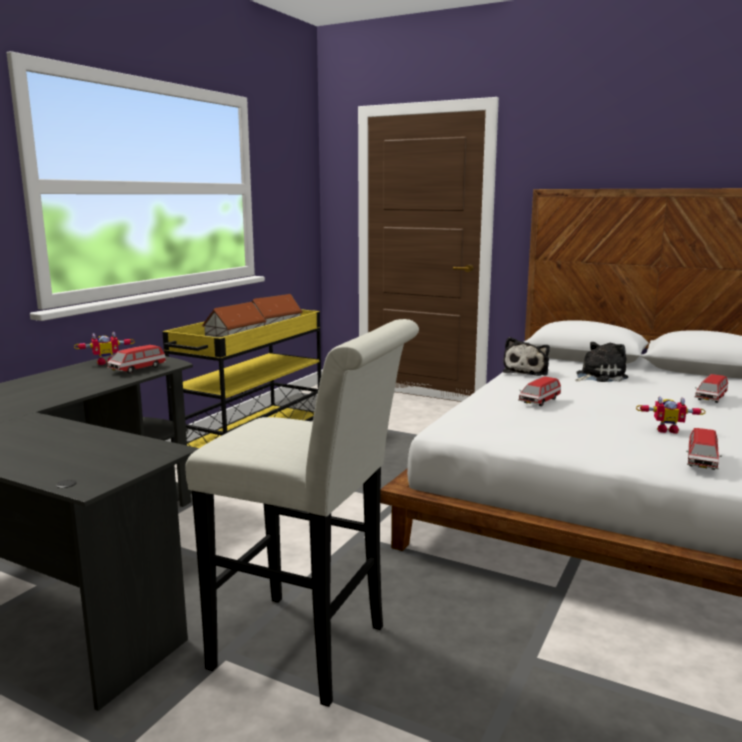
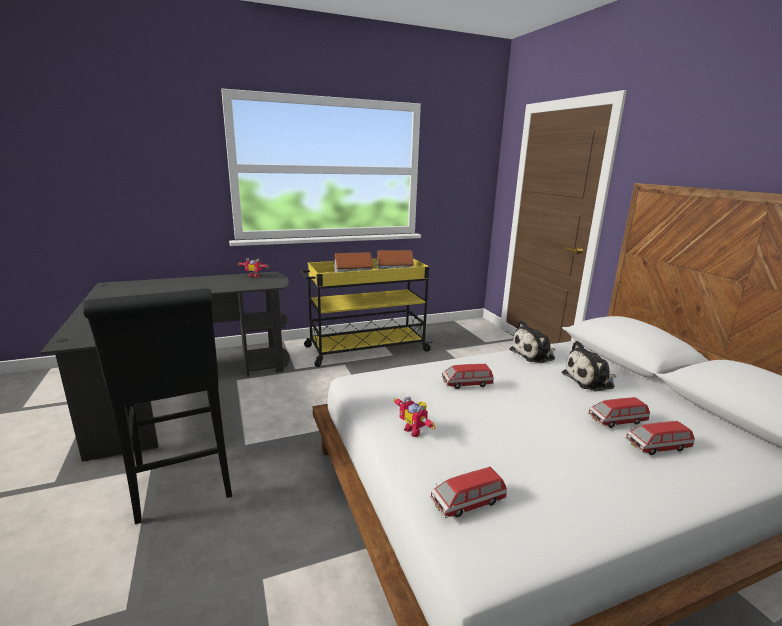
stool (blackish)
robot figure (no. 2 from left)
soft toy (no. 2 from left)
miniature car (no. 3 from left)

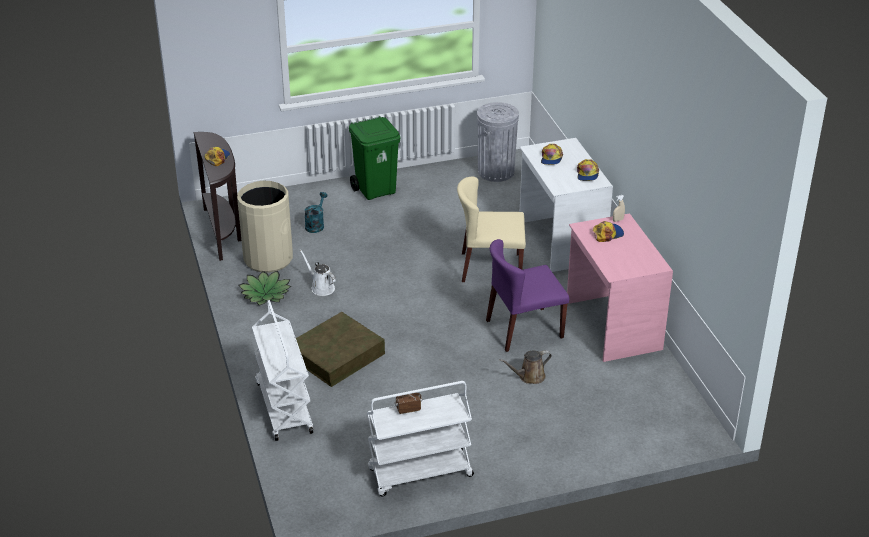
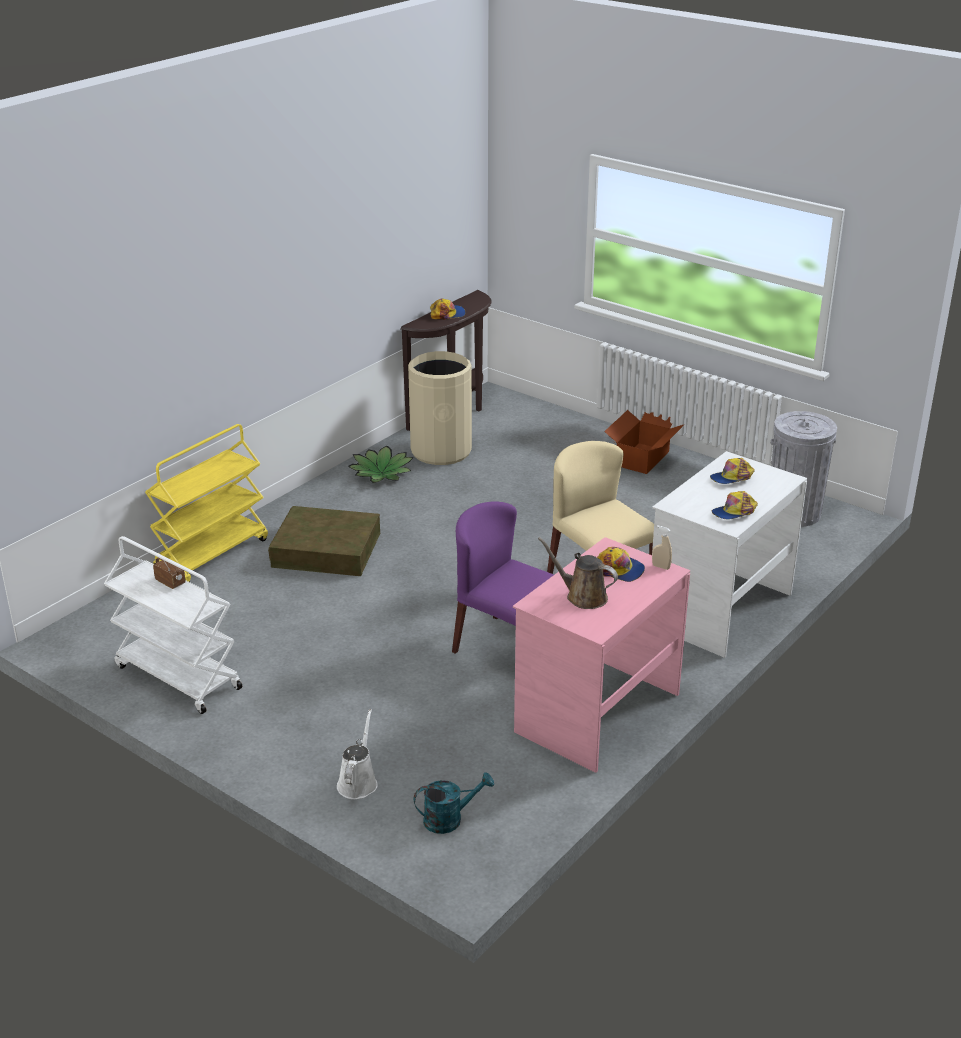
trolley (yellow)
sprinkling can (whitish)
sprinkling can (turquoise-coloured)
sprinkling can (brown)
packing box

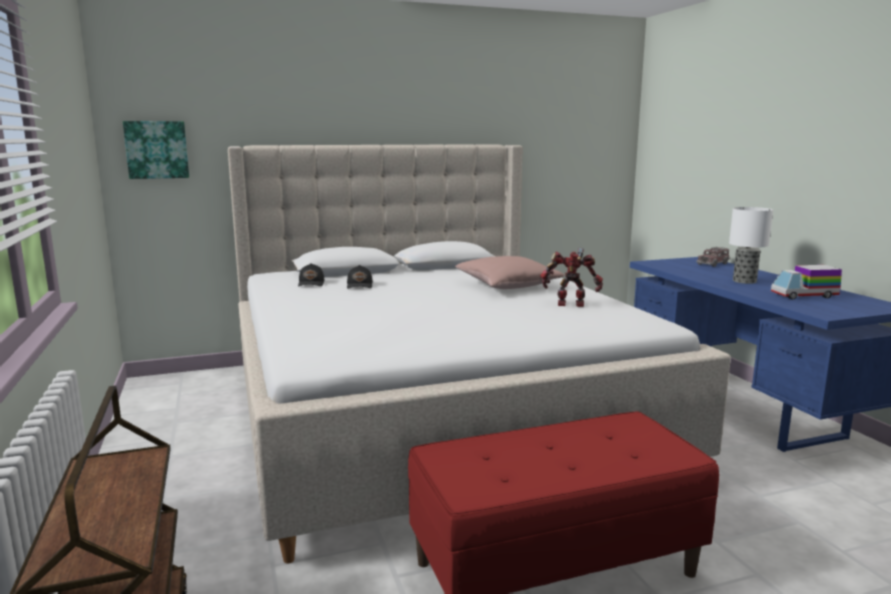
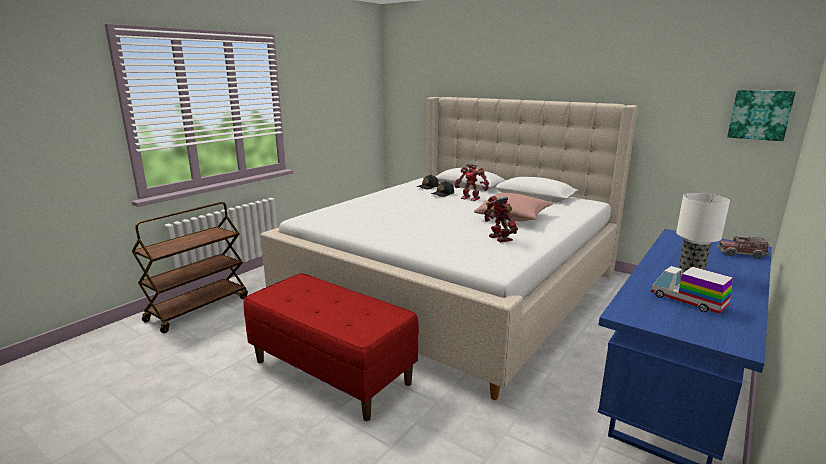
robot figure (no. 1 from left)
wall picture

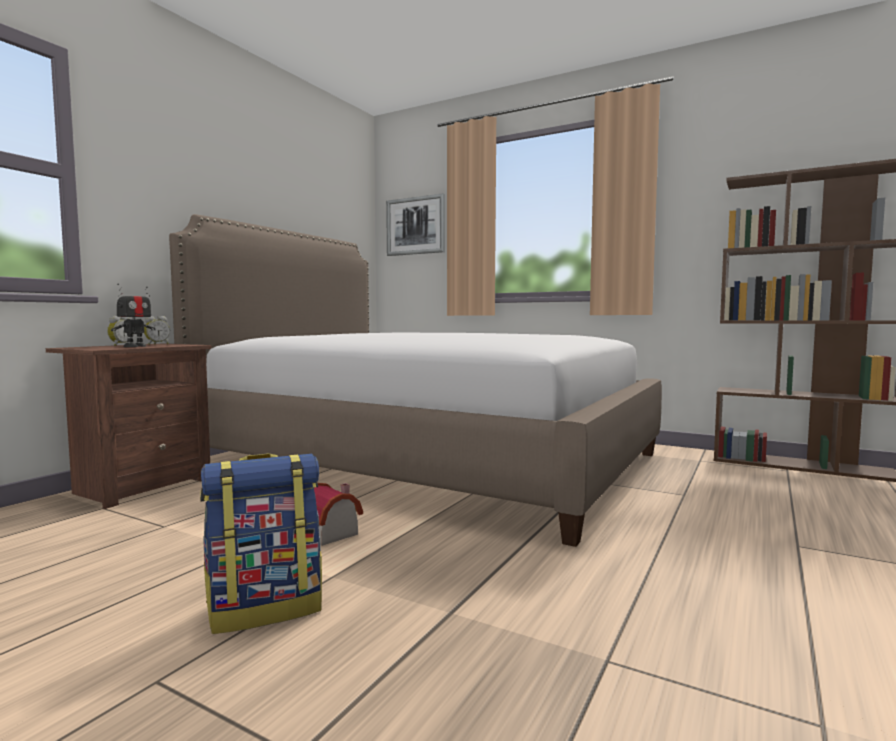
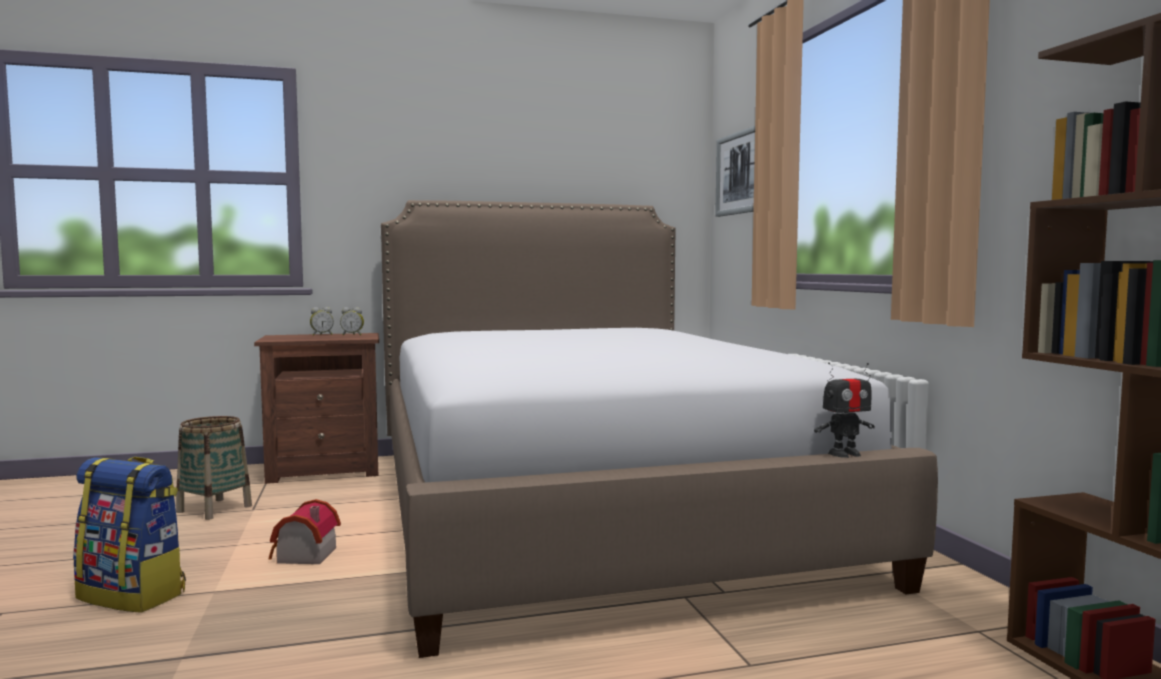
basket
robot figure

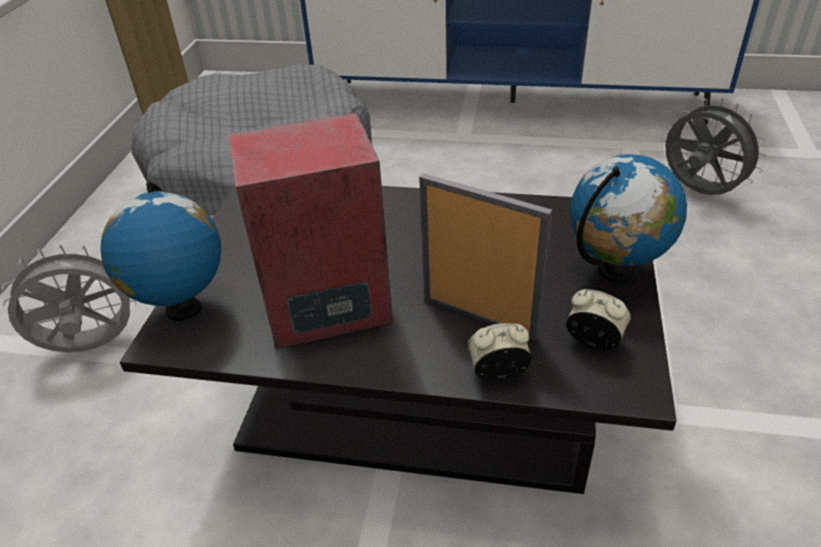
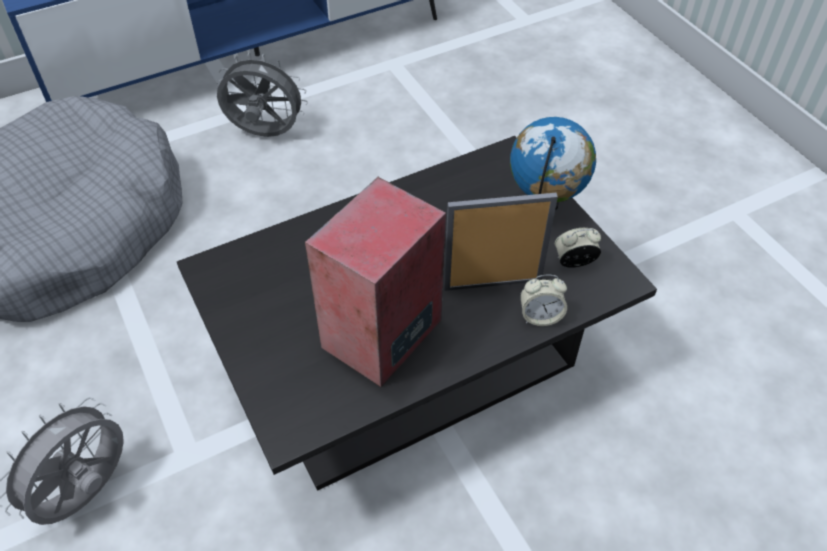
electric fan (greyish) (no. 2 from left)
table clock (no. 1 from left)
globe (no. 1 from left in the first image)

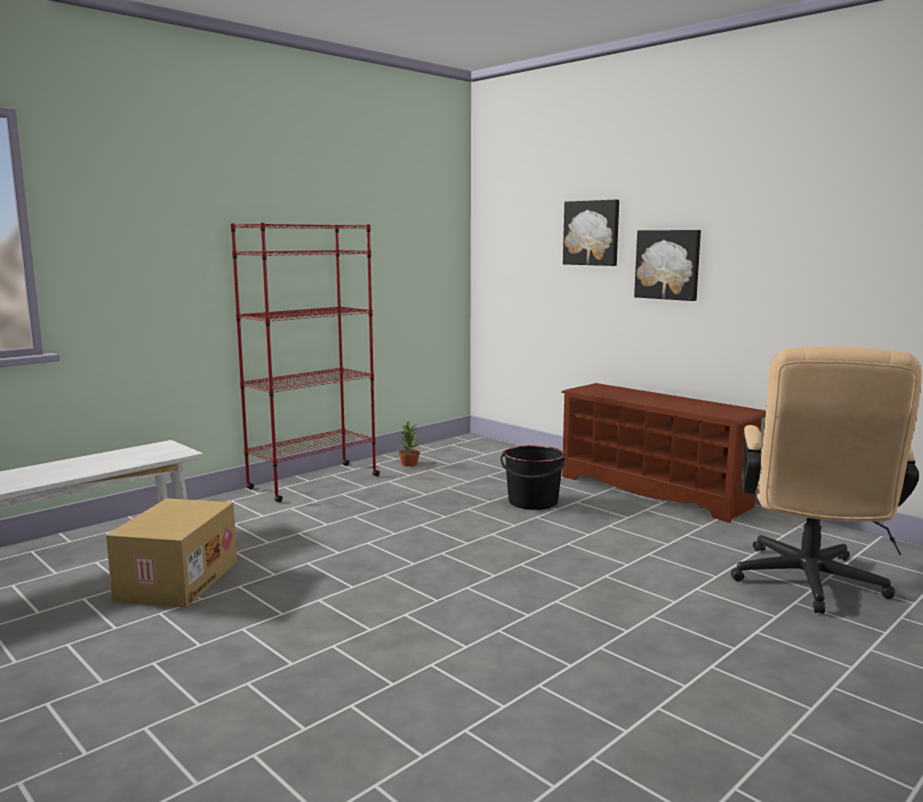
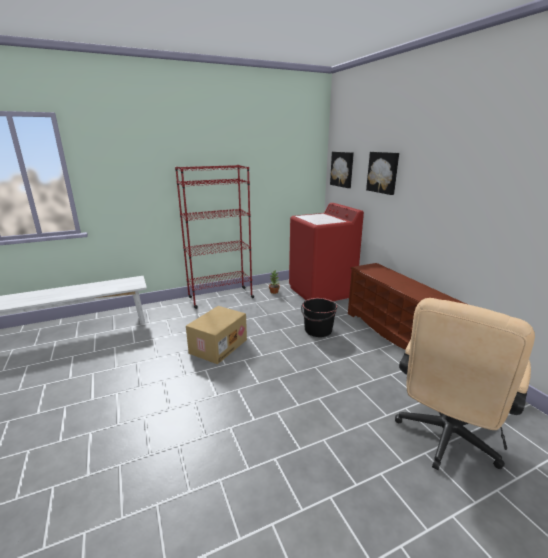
packing box
laundry appliance (reddish)
wall picture (no. 1 from left)

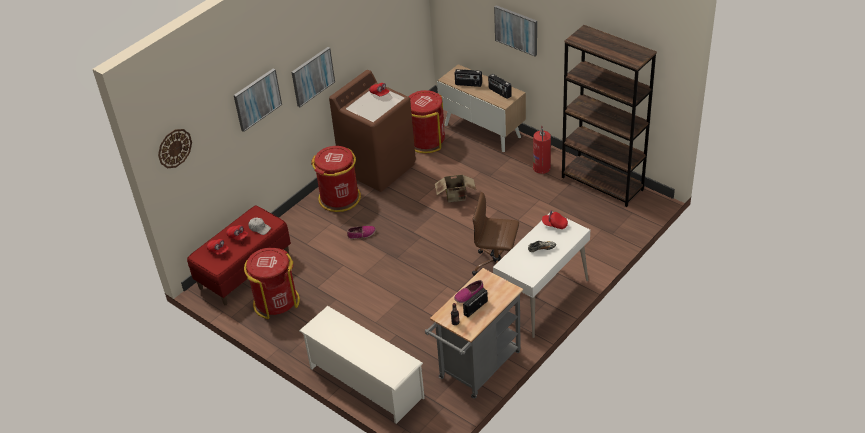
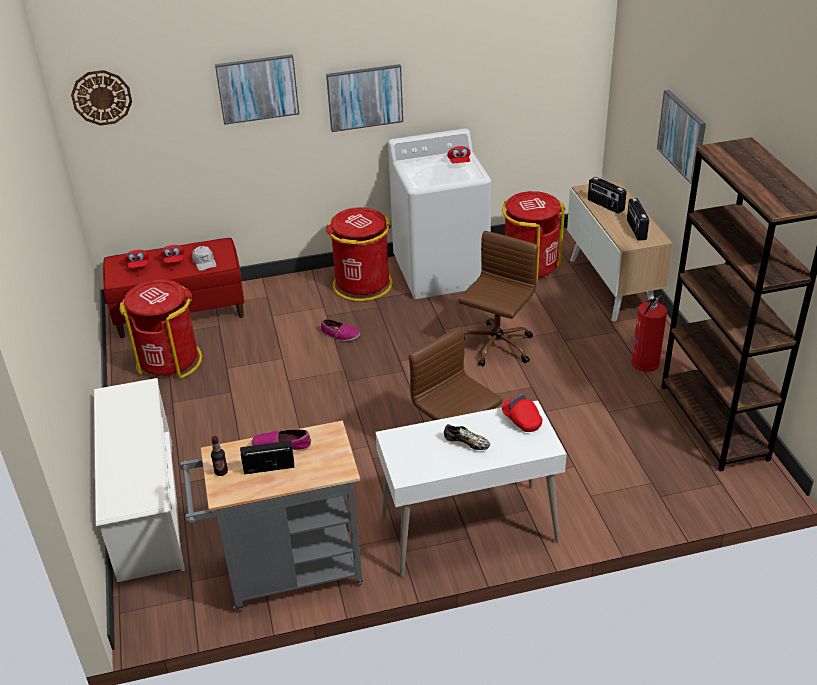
laundry appliance (whitish)
computer chair (brown) (no. 2 from left)

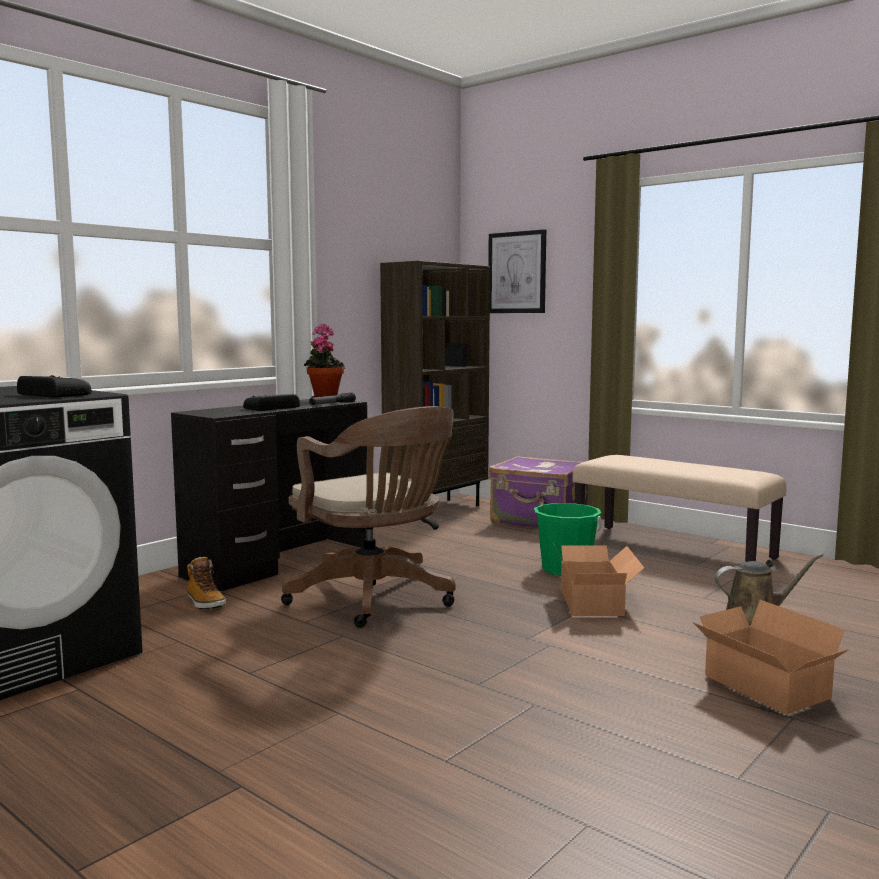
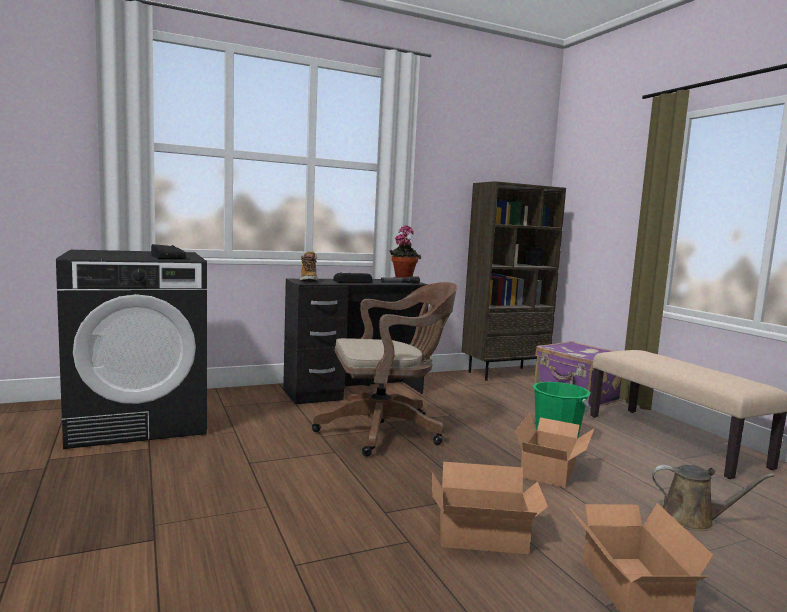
high-top boot
computer chair (brown)
packing box (no. 1 from left)
wall picture

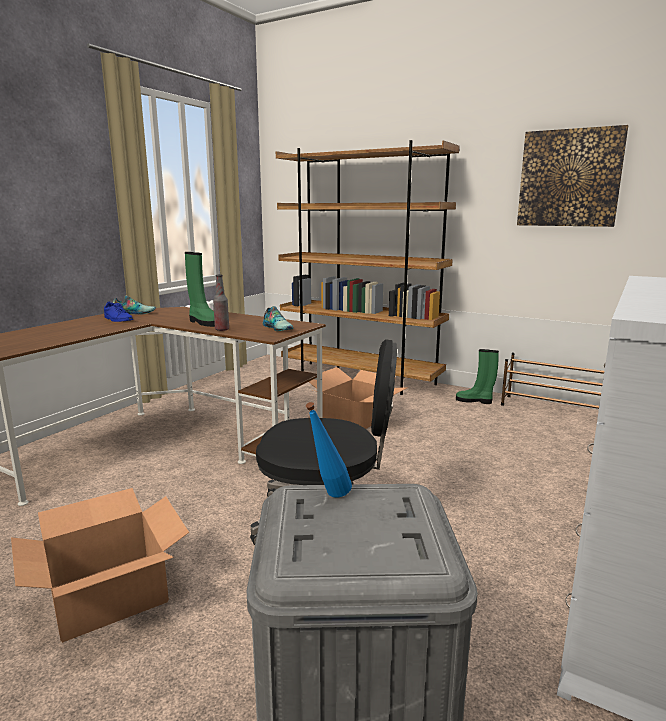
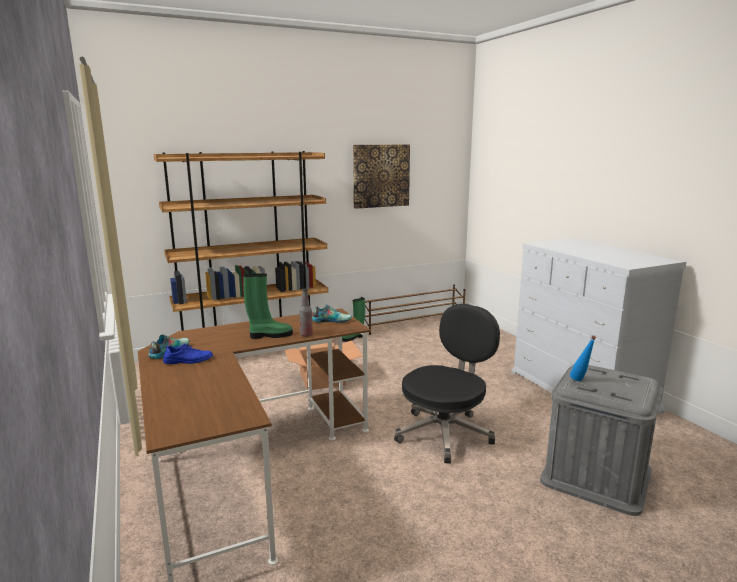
packing box (no. 1 from left in the first image)

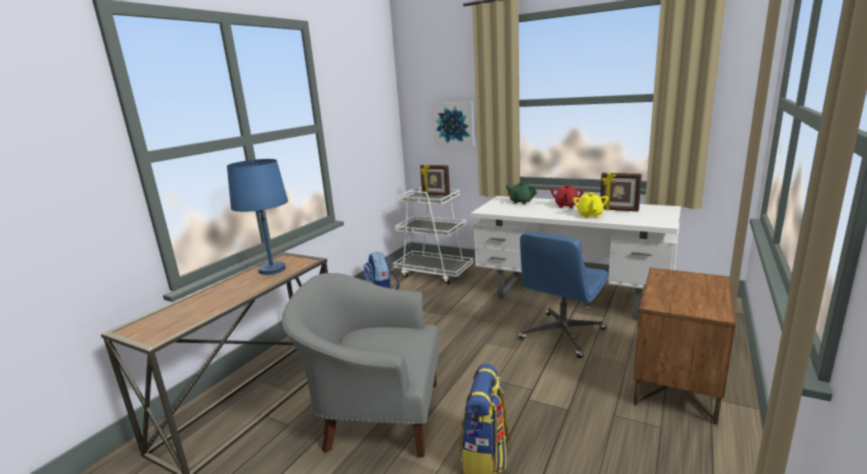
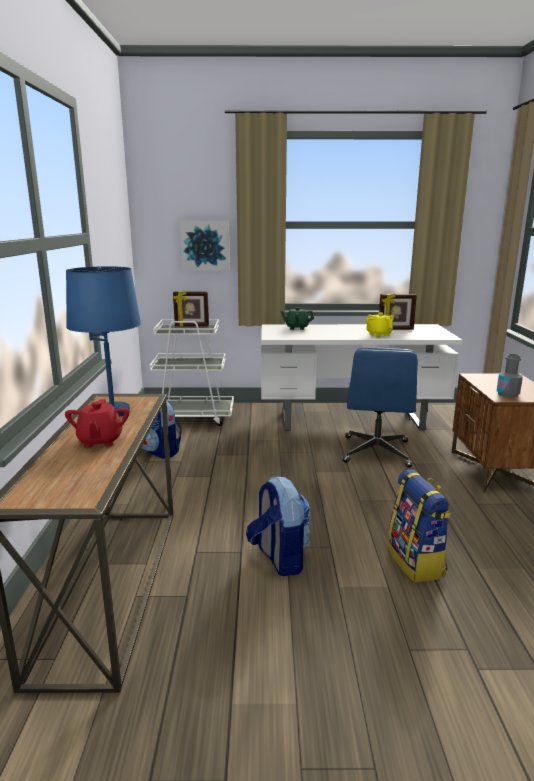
teapot (reddish)
rucksack (no. 2 from left)
beverage bottle (greyish)

